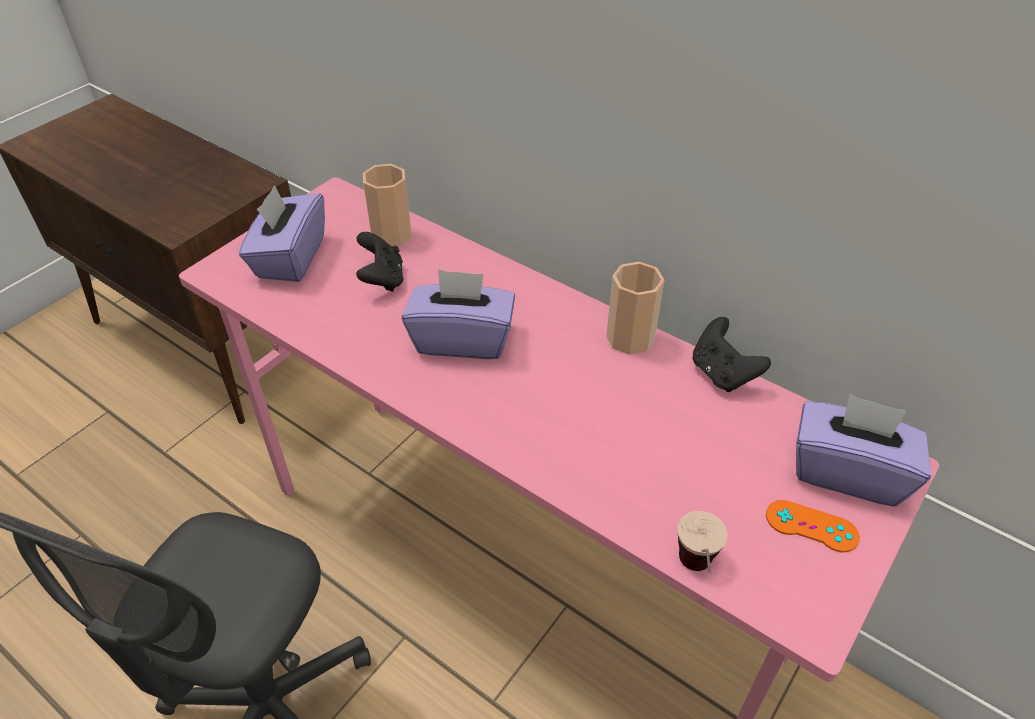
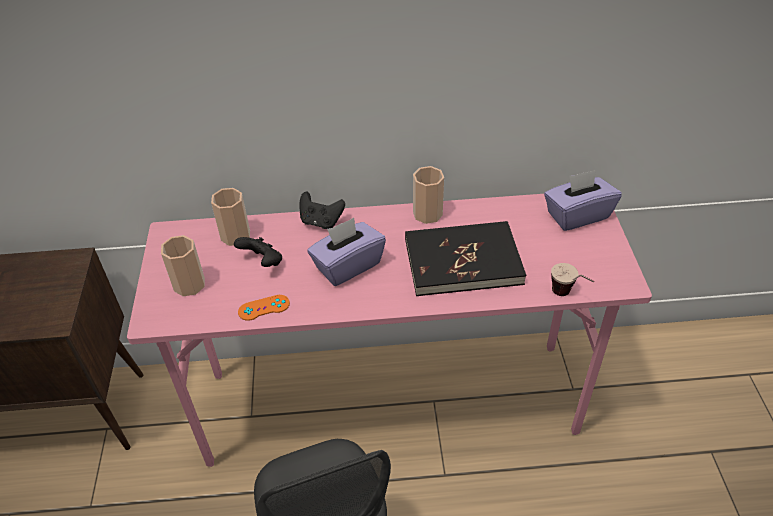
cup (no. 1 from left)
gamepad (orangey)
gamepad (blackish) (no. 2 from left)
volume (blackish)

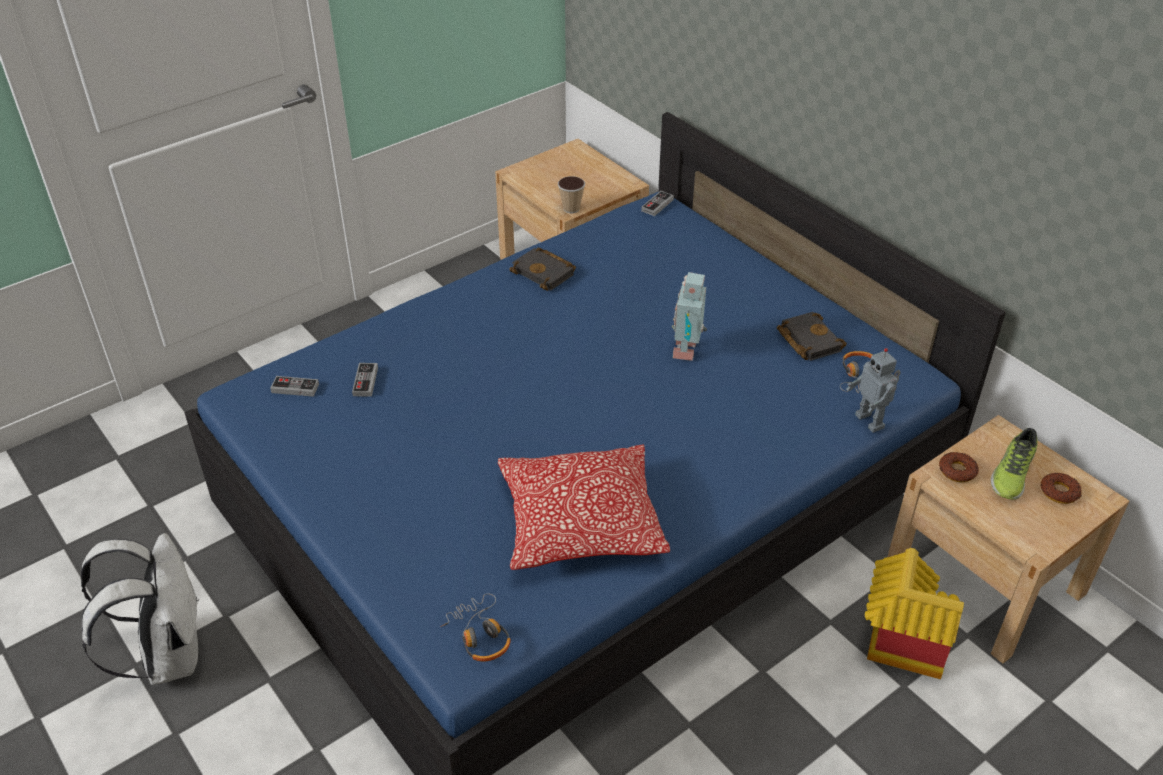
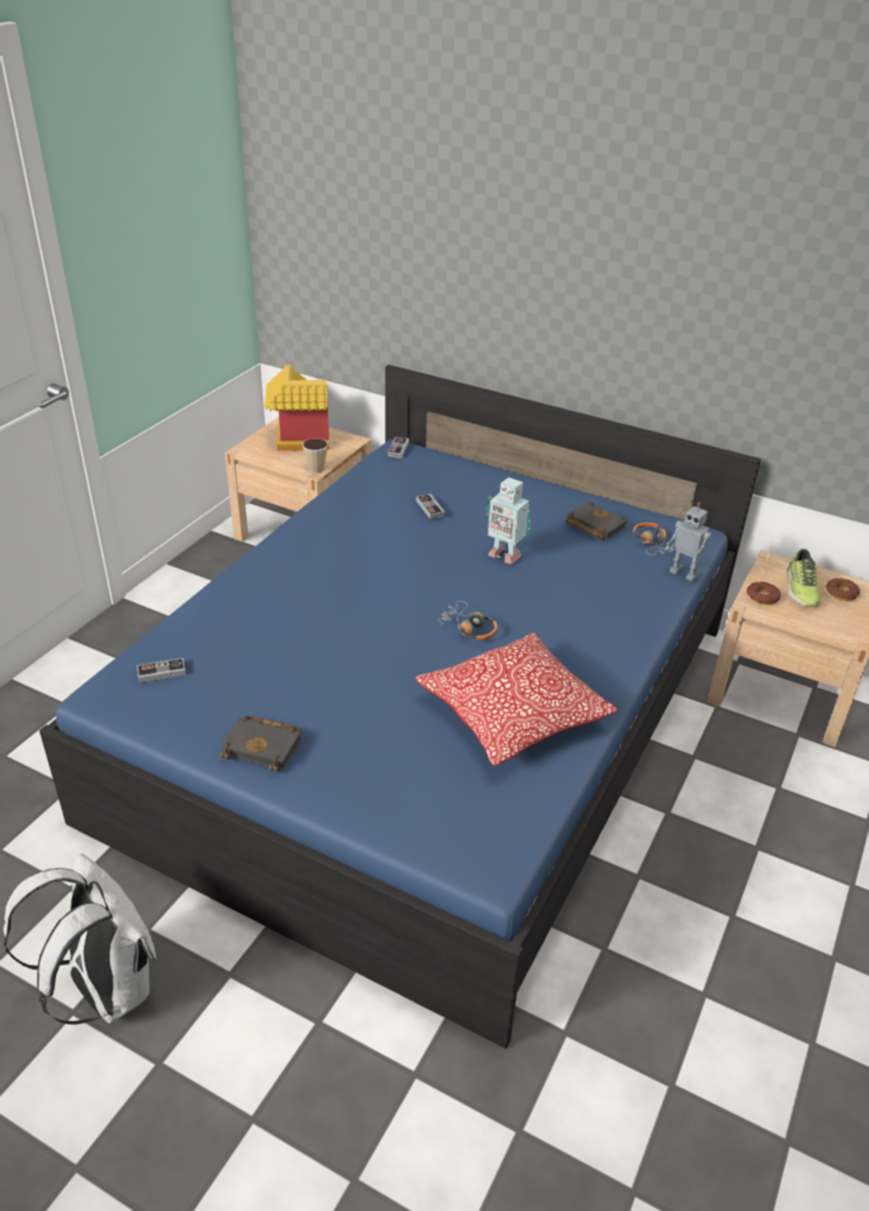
volume (blackish) (no. 1 from left)
miniature house
gamepad (no. 3 from left)
pair of headphones (no. 1 from left)
robot figure (no. 1 from left)

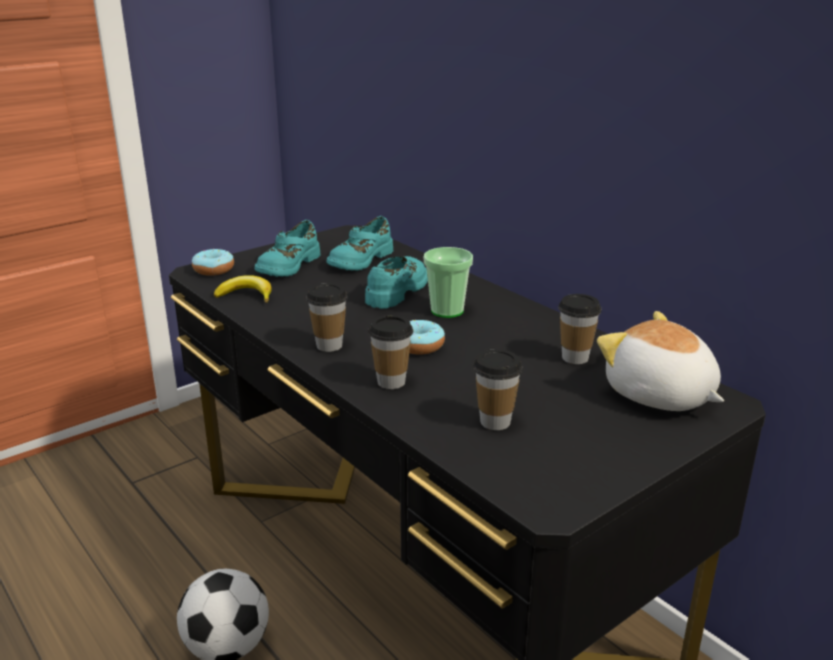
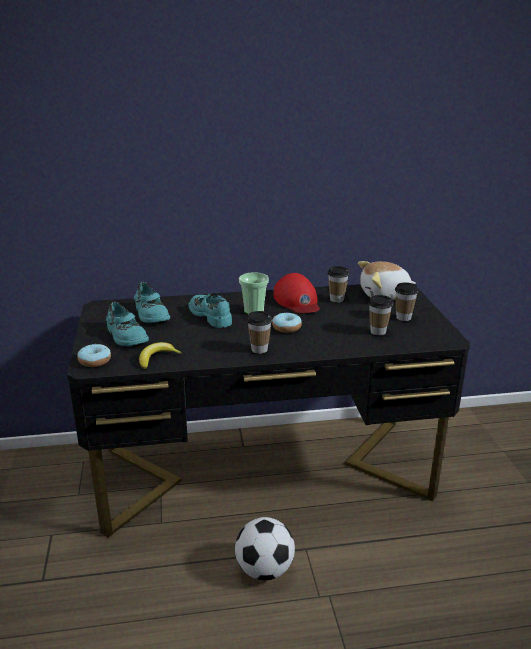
baseball cap (reddish)
cup (no. 5 from left)

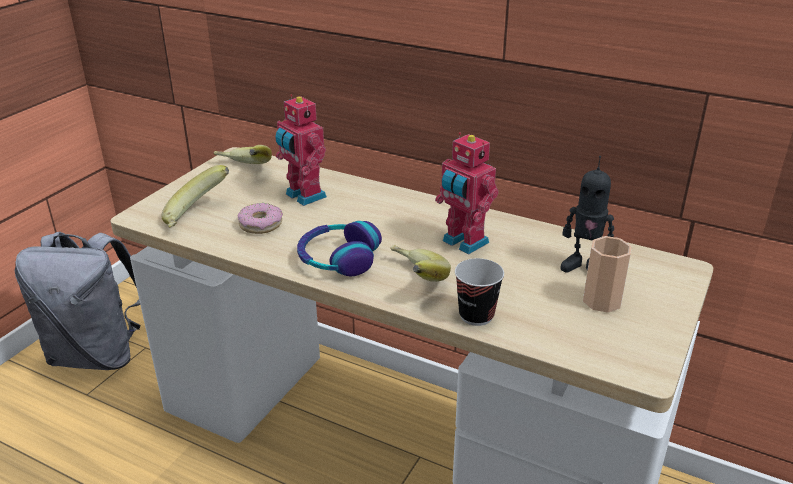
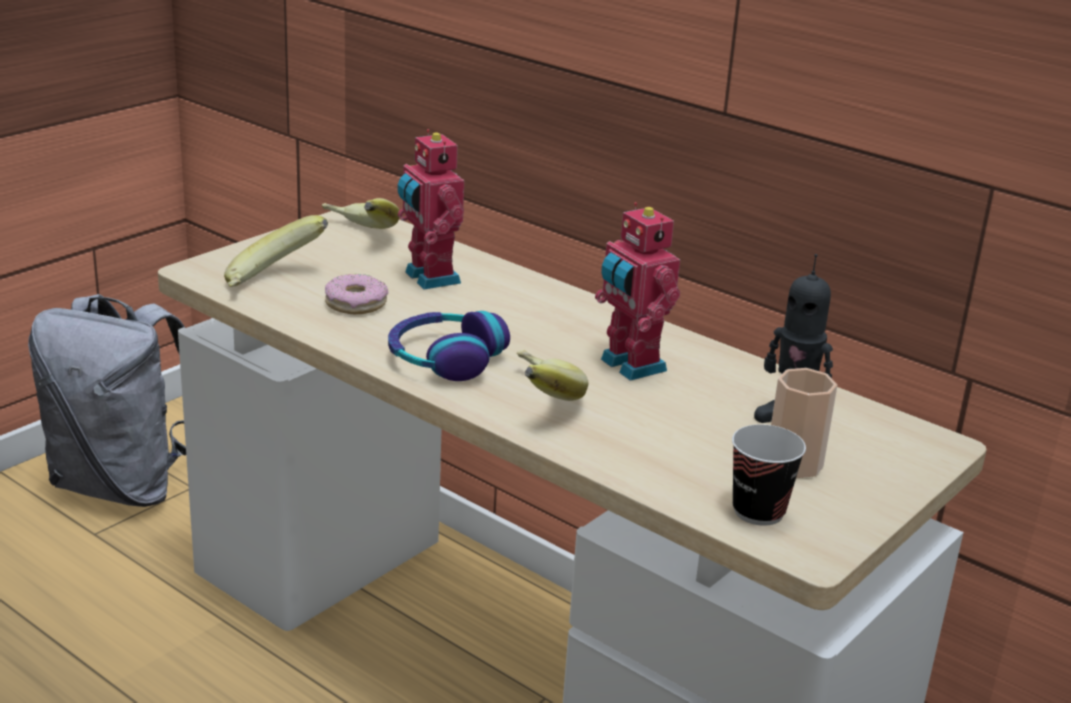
cup (no. 1 from left)

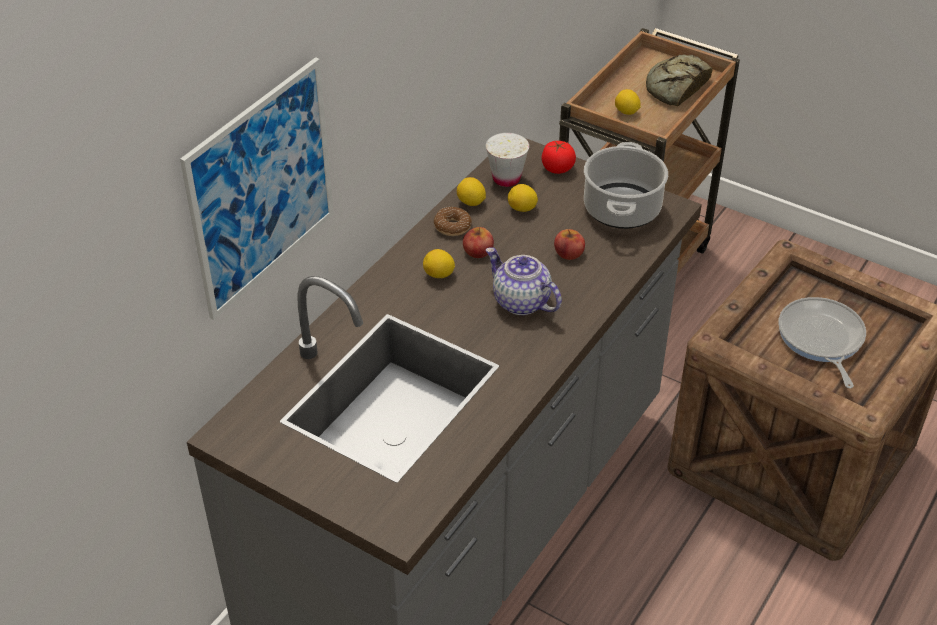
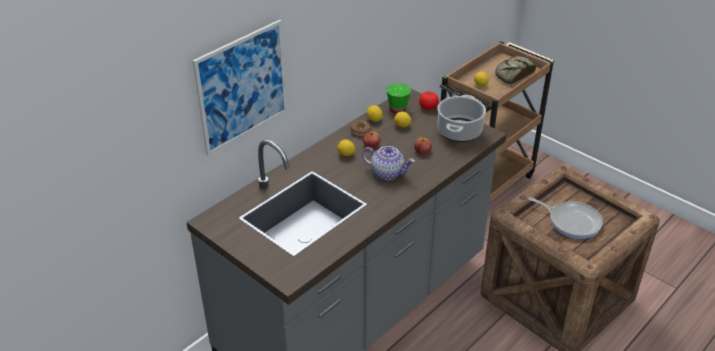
teapot
cup (green)
skillet

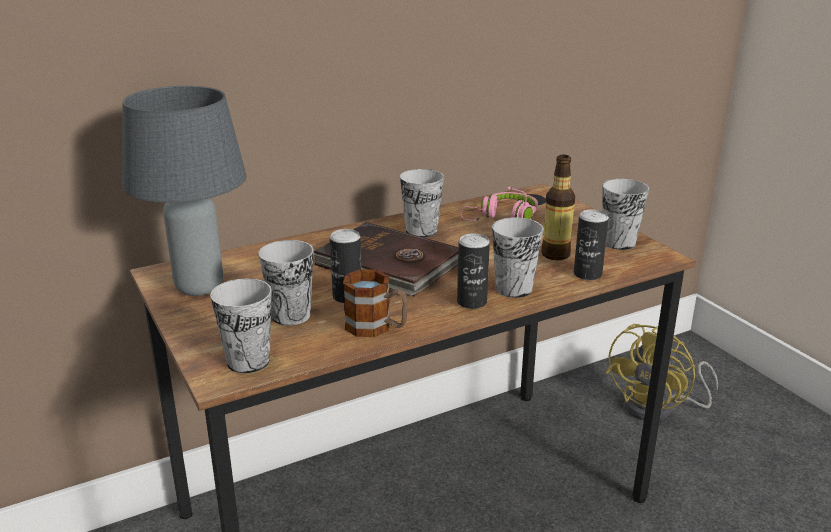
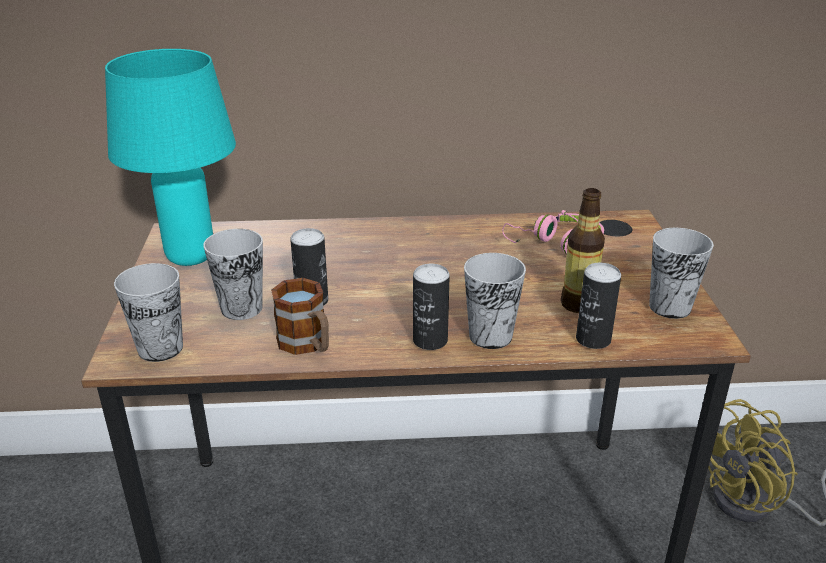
table lamp (turquoise-coloured)
volume (brown)
cup (no. 3 from left in the first image)

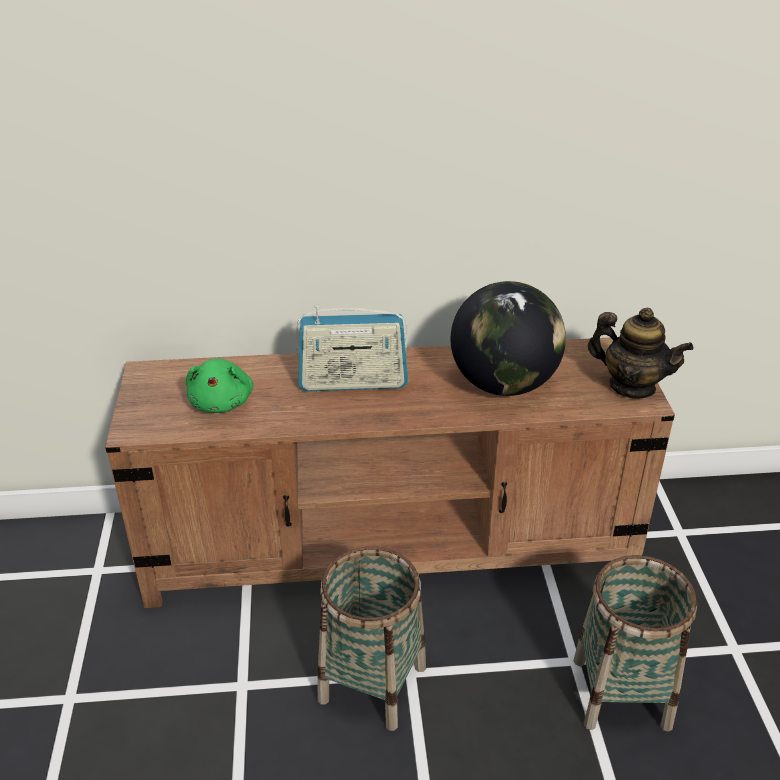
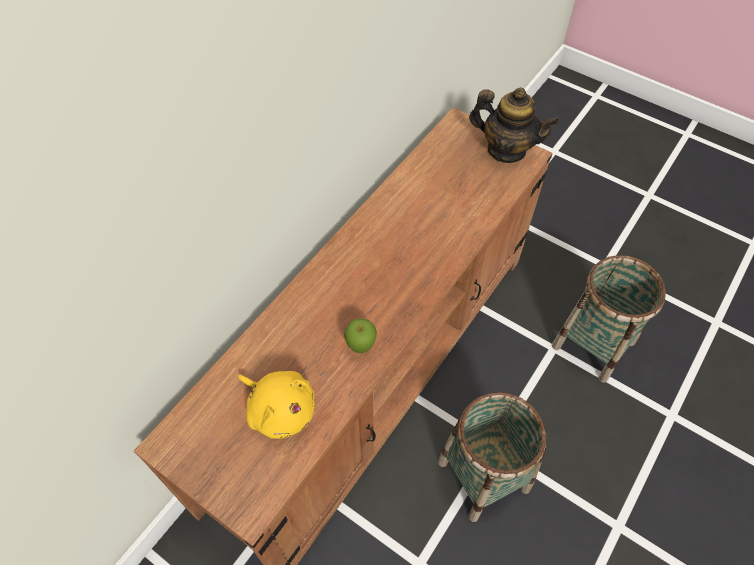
soft toy (yellow)
apple fruit
teapot
radio receiver
globe

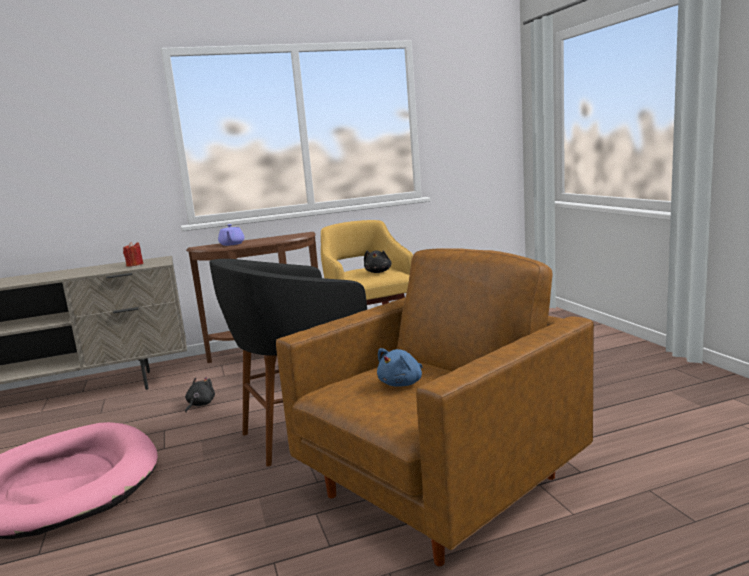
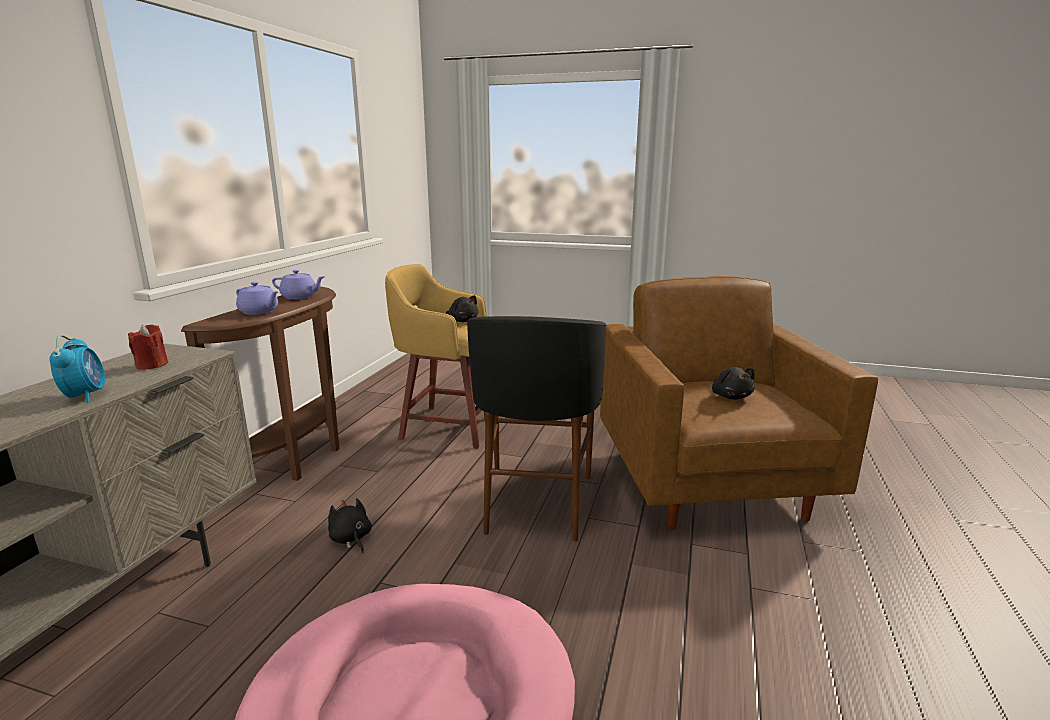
table clock
teapot (purple) (no. 2 from left)
soft toy (blackish) (no. 3 from left)

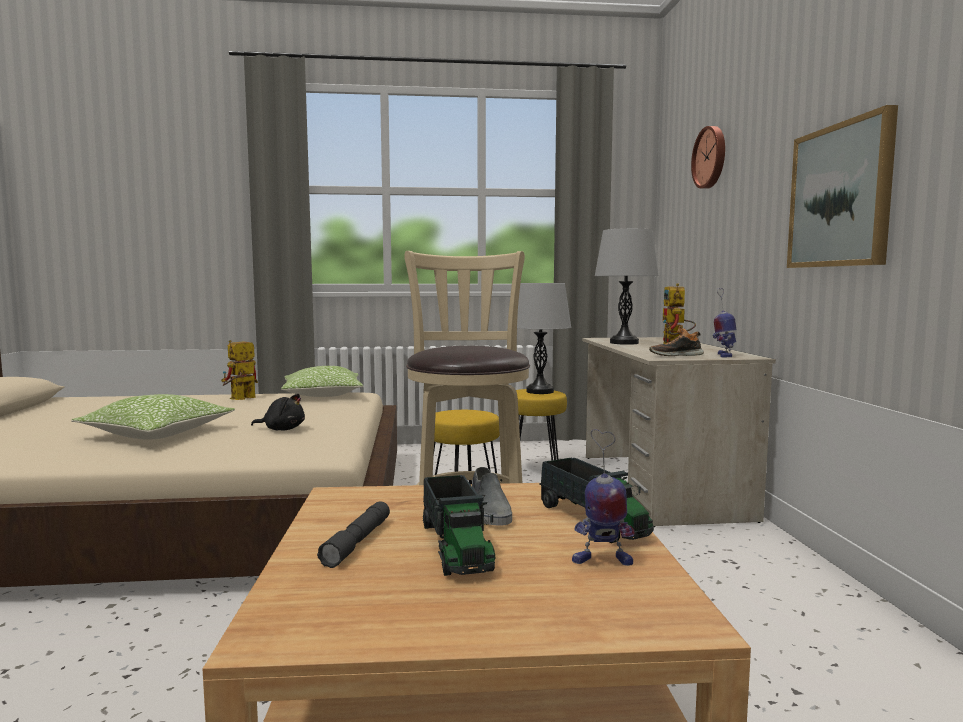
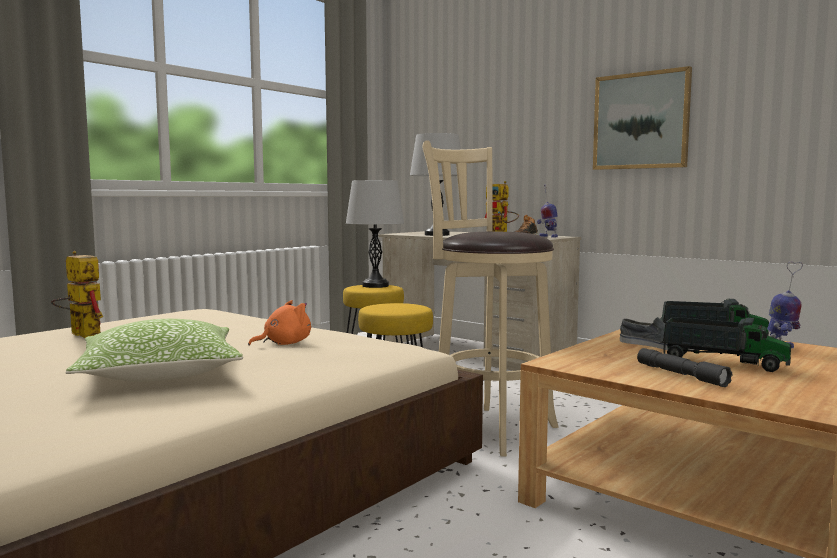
robot figure (no. 1 from left)
soft toy (orangey)
throw pillow (no. 2 from left in the first image)
clock on the wall

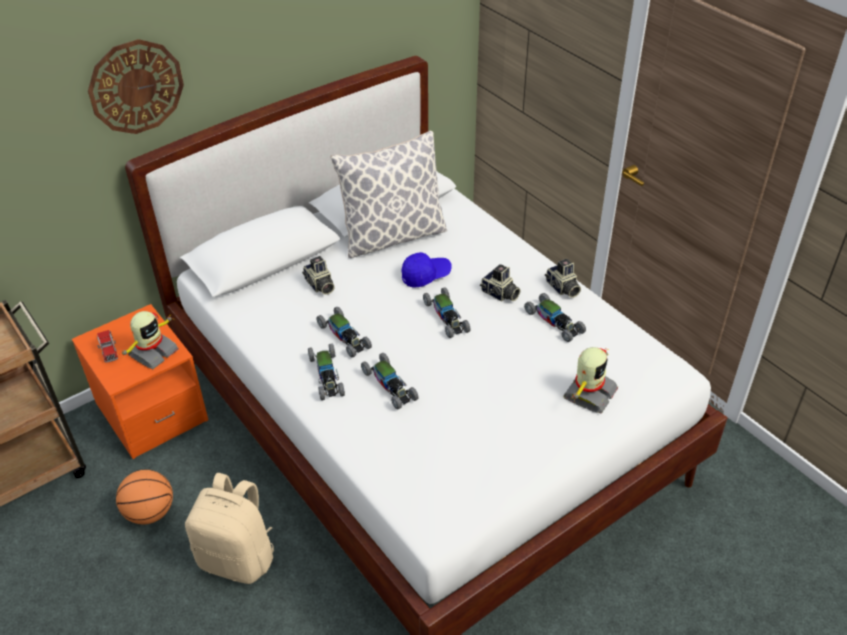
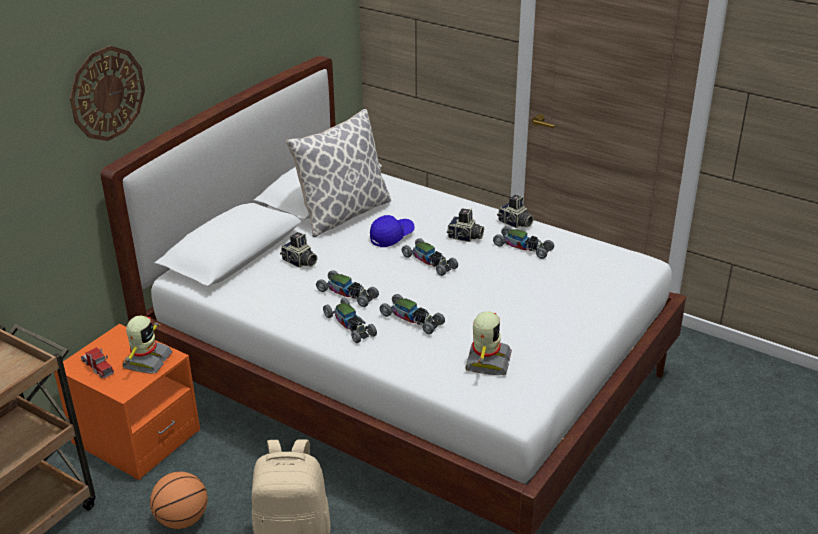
robot figure (no. 2 from left)

